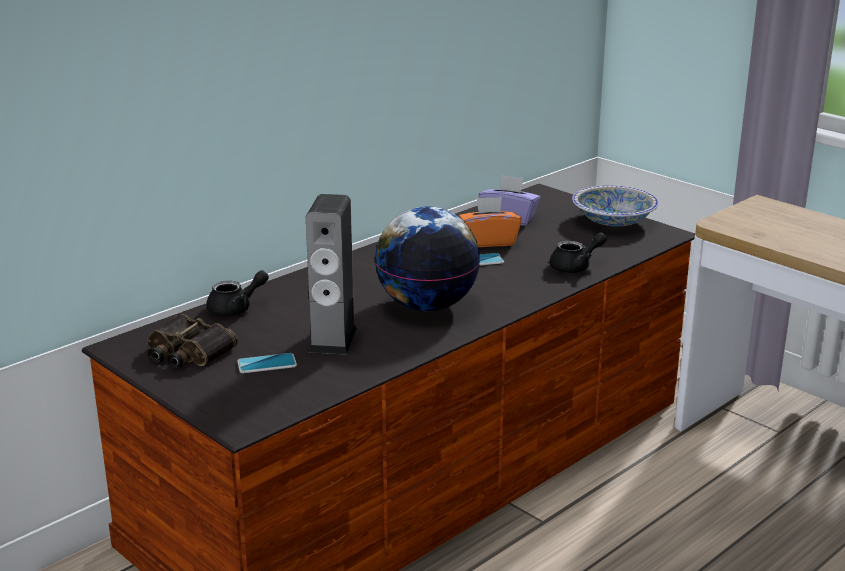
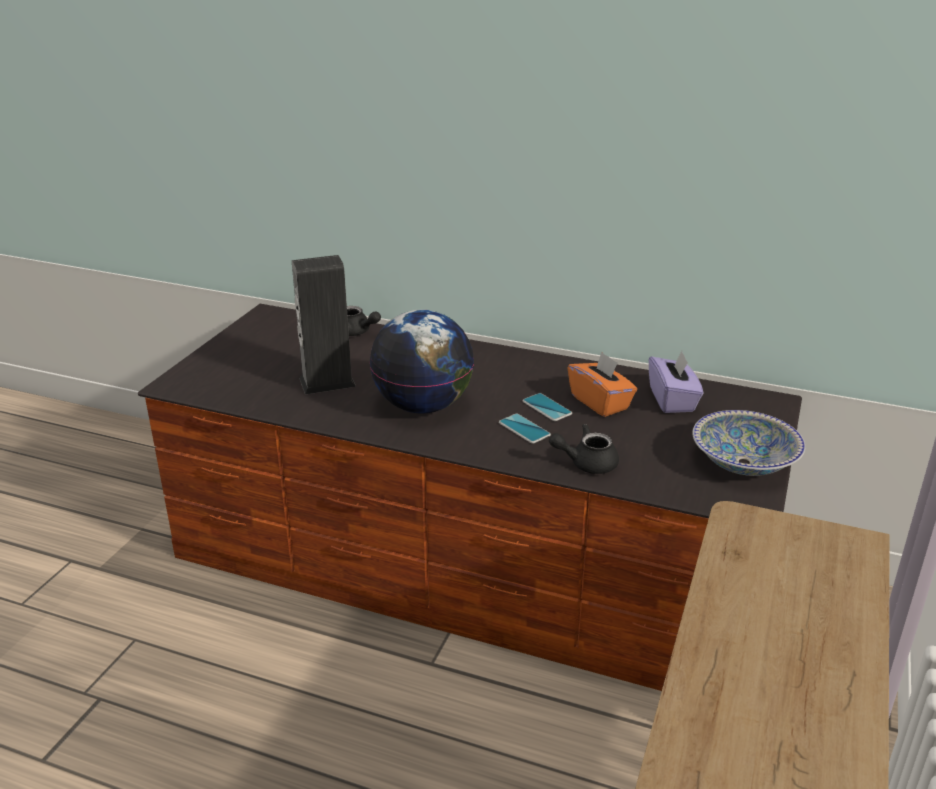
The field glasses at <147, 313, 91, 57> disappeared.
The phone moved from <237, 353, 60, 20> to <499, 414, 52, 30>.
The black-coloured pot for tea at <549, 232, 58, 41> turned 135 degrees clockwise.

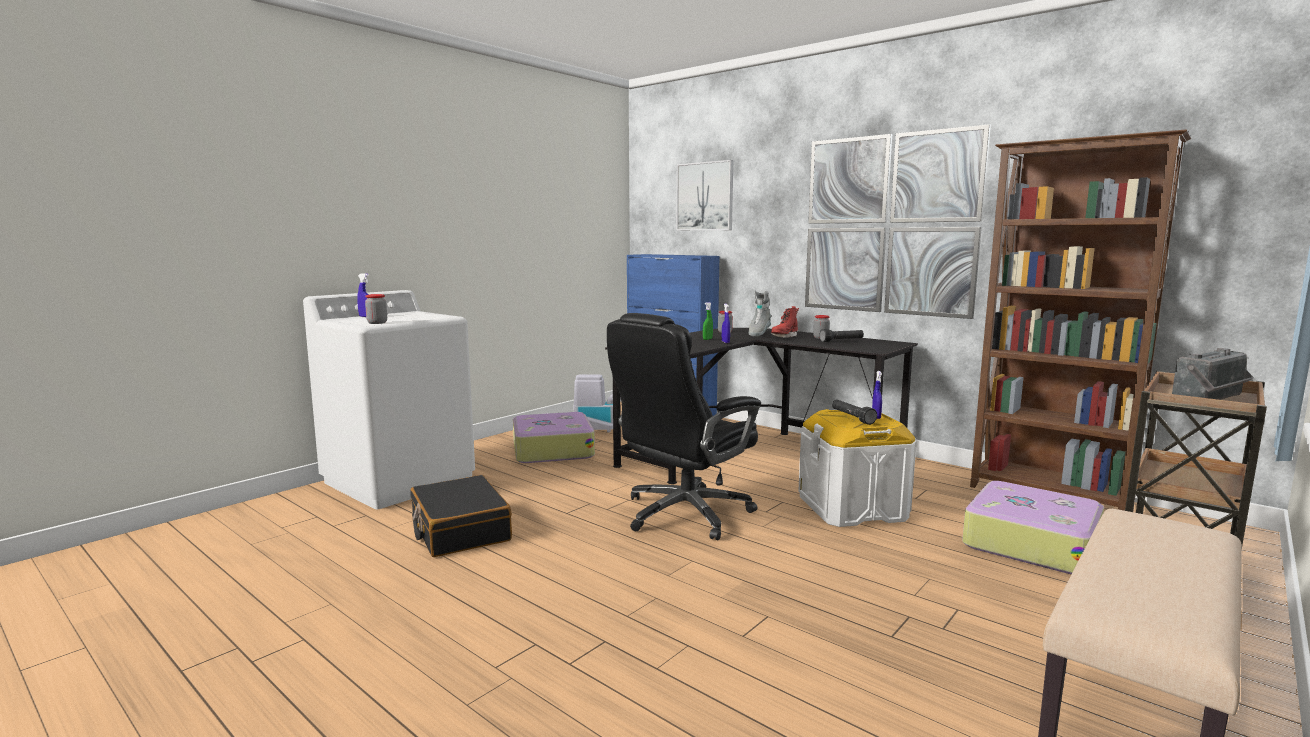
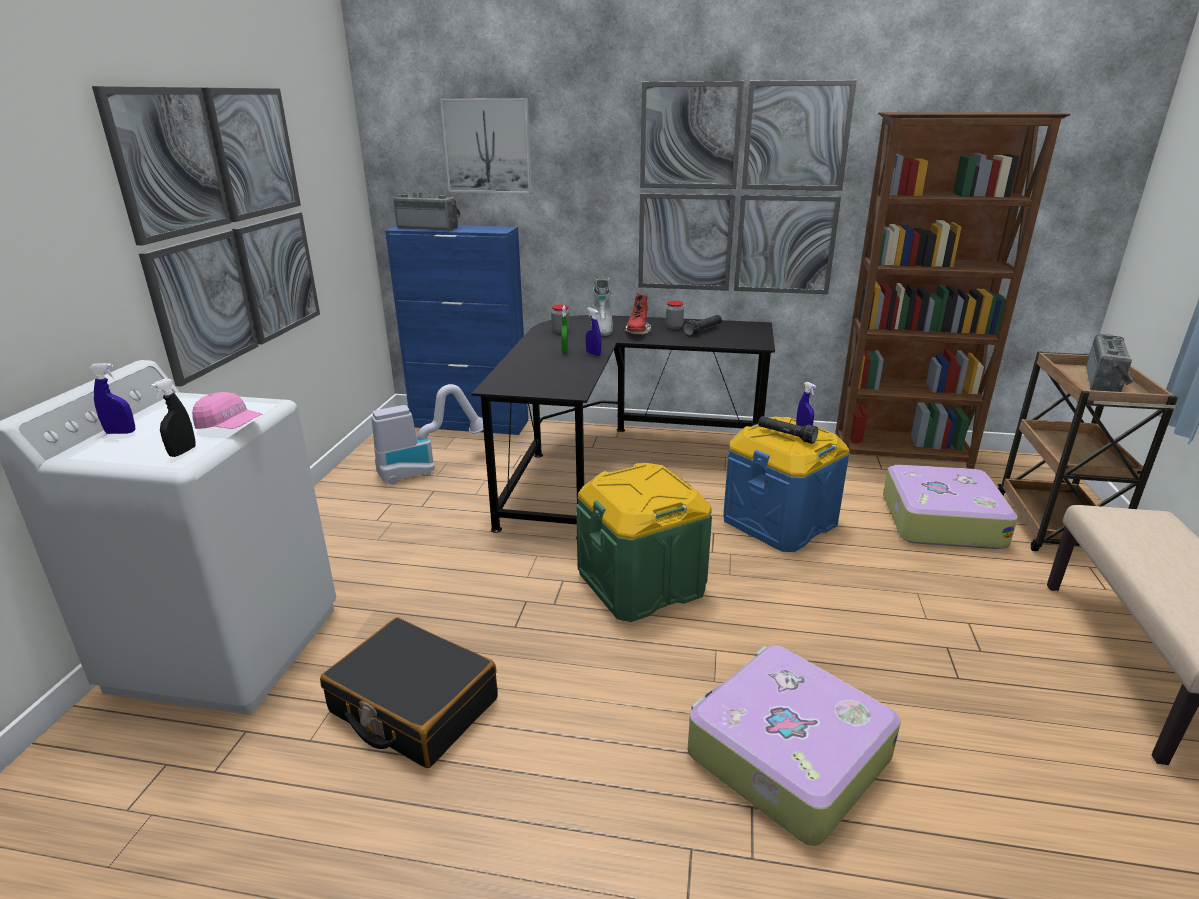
The picture at <92, 86, 228, 301> appeared.
The pink-coloured peaked cap at <192, 392, 70, 37> appeared.
The radio at <394, 192, 67, 39> appeared.
The piece of luggage moved from <513, 412, 82, 51> to <688, 645, 213, 201>.
The preserve jar at <365, 294, 22, 30> was replaced by the black-coloured hand sprayer at <150, 378, 46, 79>.
The black-coloured computer chair at <607, 313, 154, 227> was replaced by the green storage container at <576, 463, 136, 159>.
The whitish storage container at <798, 409, 118, 118> became the blue-coloured storage container at <723, 417, 127, 135>.

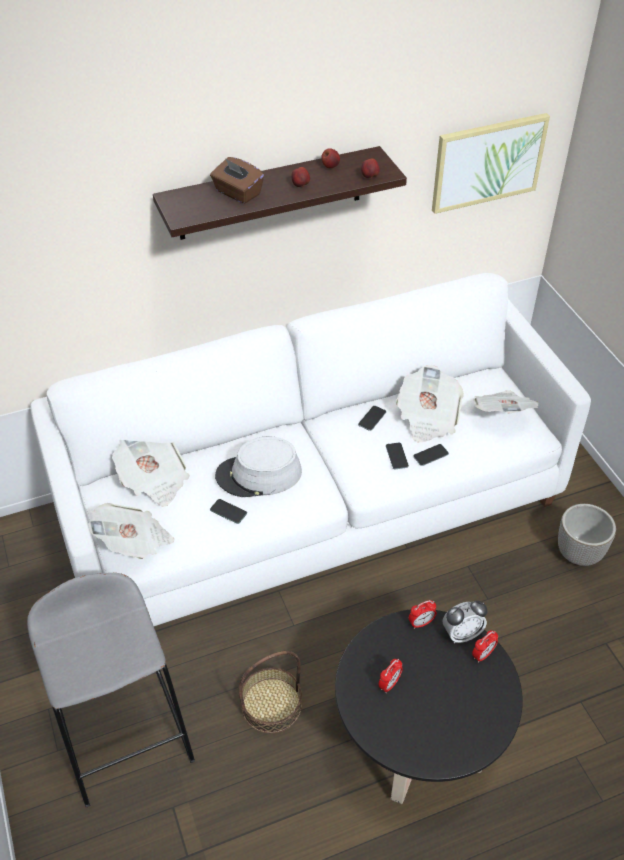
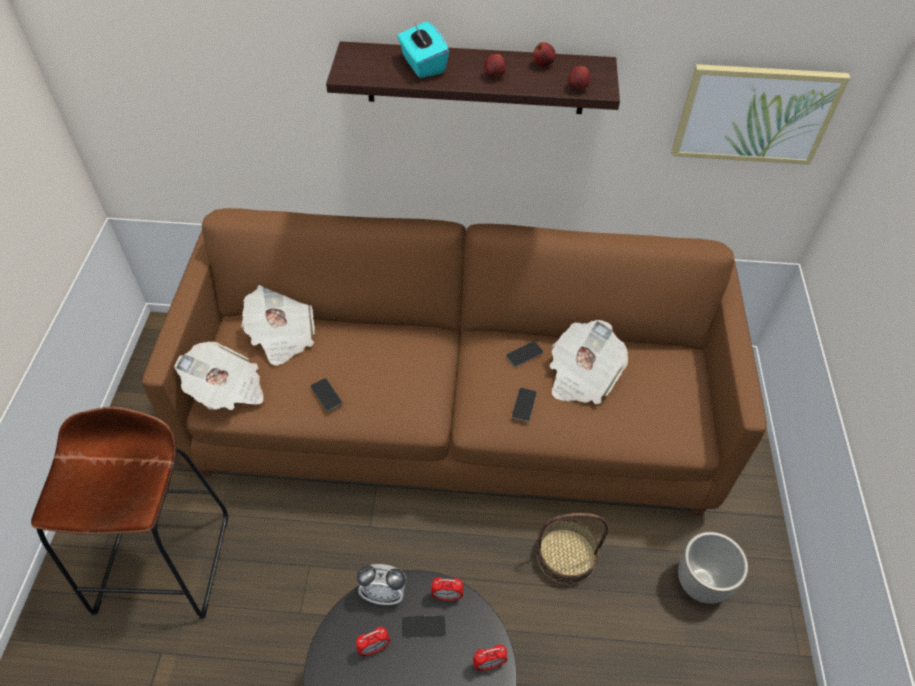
The greyish wearable hat at <215, 436, 87, 61> disappeared.
The daily paper at <473, 390, 66, 23> disappeared.
The storage basket moved from <239, 651, 63, 82> to <536, 513, 73, 72>.
The phone moved from <413, 444, 36, 22> to <402, 615, 44, 23>.
The table clock moved from <443, 601, 44, 42> to <357, 564, 49, 41>.
The greyish stool at <27, 573, 168, 235> became the brown stool at <31, 407, 198, 212>.
The whitish sofa at <30, 273, 561, 353> became the brown sofa at <142, 208, 625, 307>.
The brown box of tissues at <210, 157, 54, 47> became the blue-green box of tissues at <397, 21, 52, 57>.

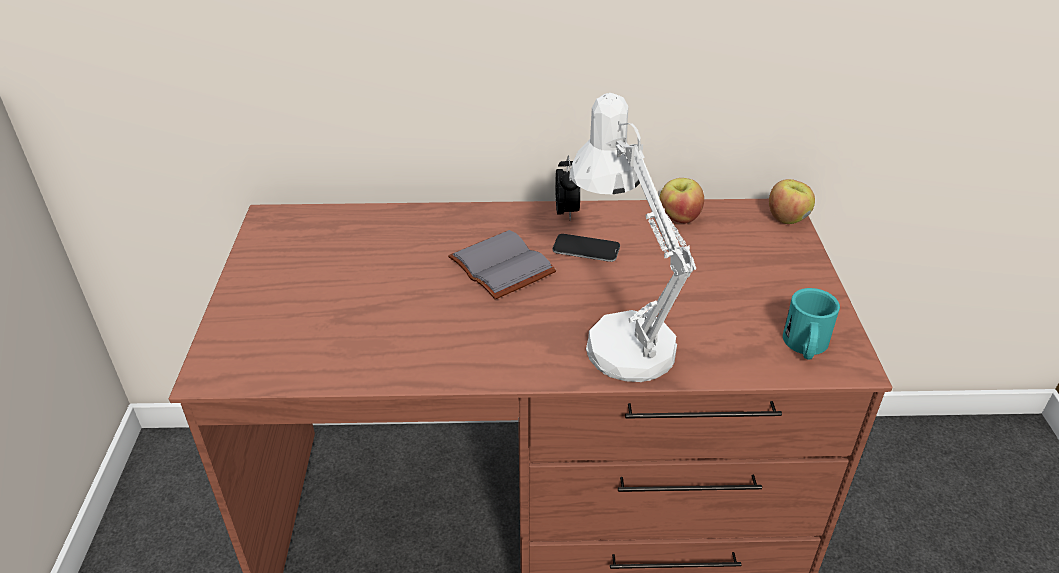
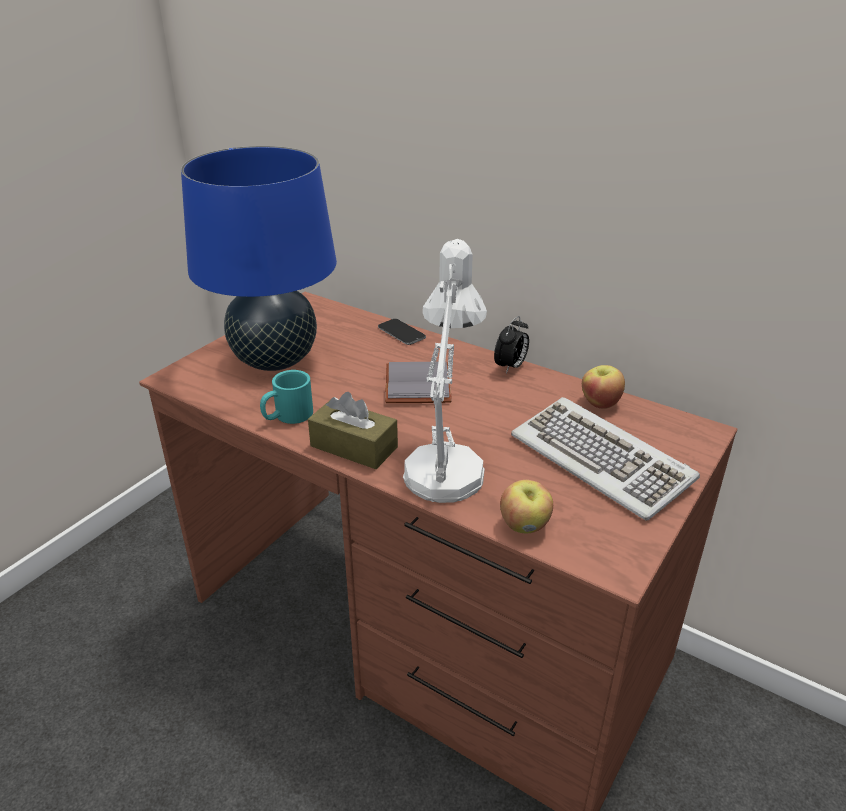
The blue-coloured tabletop lamp at <181, 146, 156, 225> appeared.
The brown box of tissues at <308, 392, 90, 77> appeared.
The keyboard at <511, 397, 189, 123> appeared.
The phone moved from <553, 234, 67, 28> to <378, 319, 48, 26>.
The whole apple moved from <769, 179, 46, 45> to <500, 480, 53, 53>.
The blue-green tea mug moved from <783, 288, 57, 71> to <260, 370, 53, 54>.

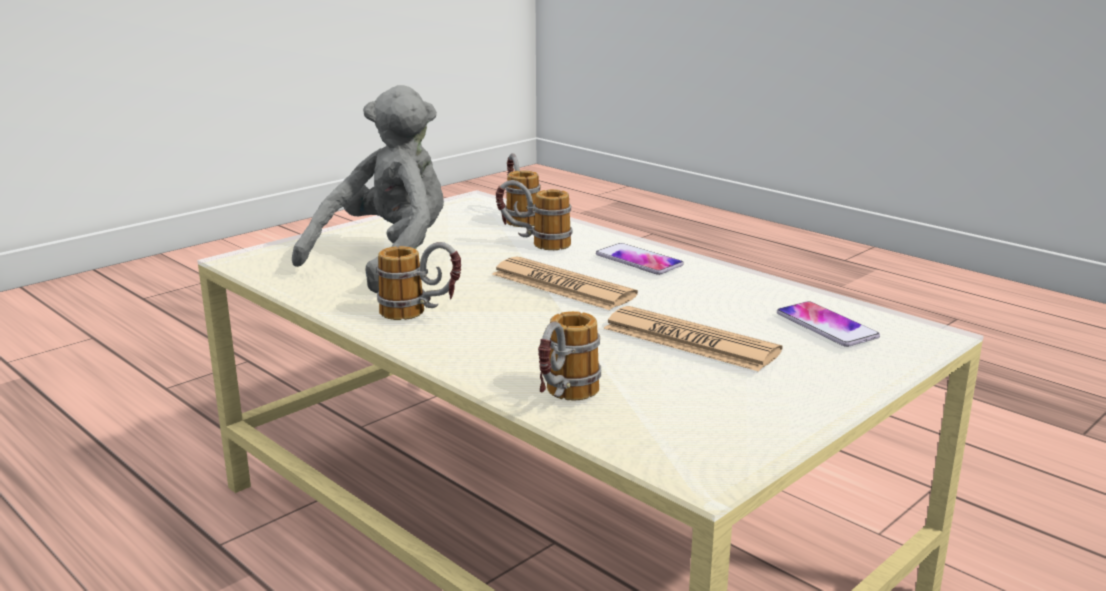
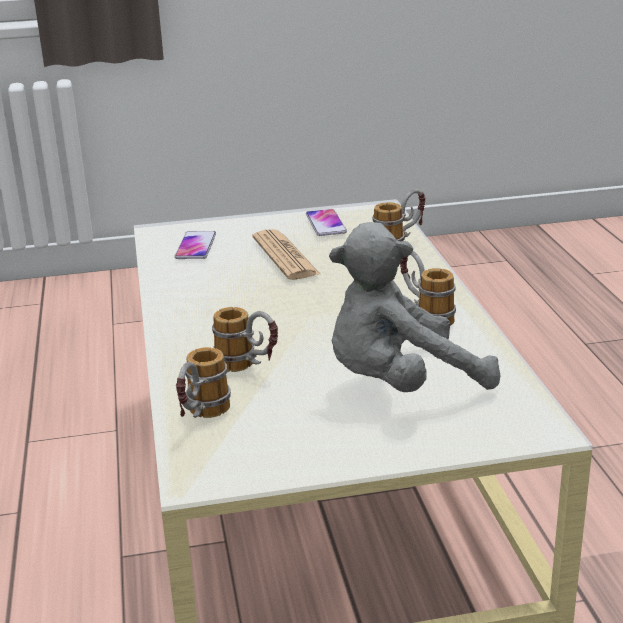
The daily paper at <492, 257, 146, 53> disappeared.
The phone moved from <596, 243, 88, 32> to <306, 209, 41, 27>.

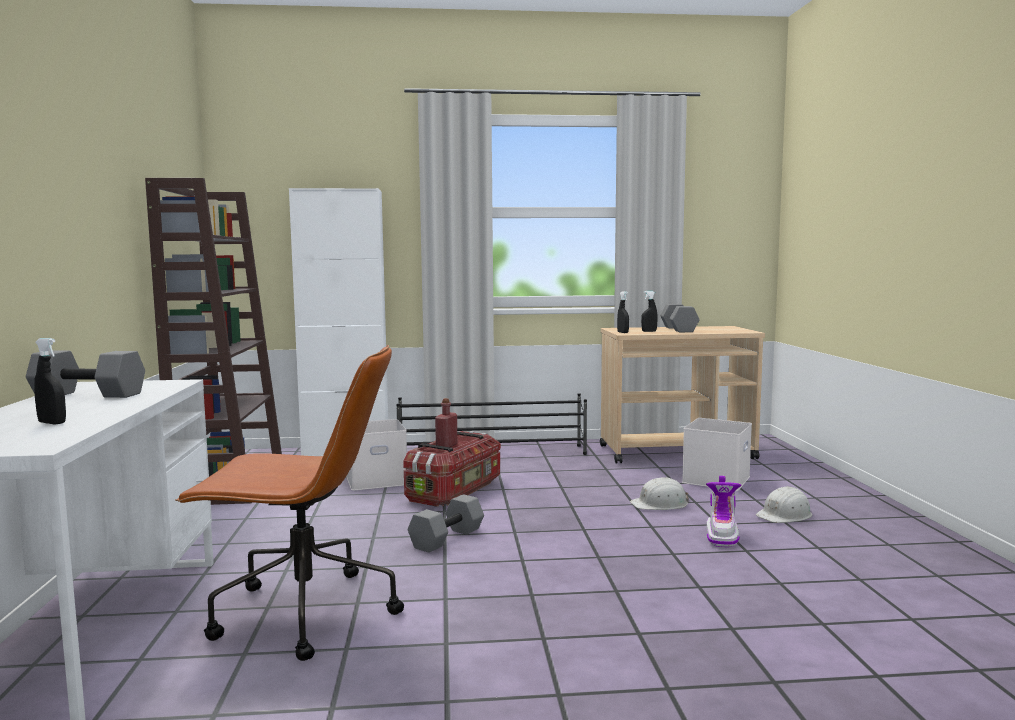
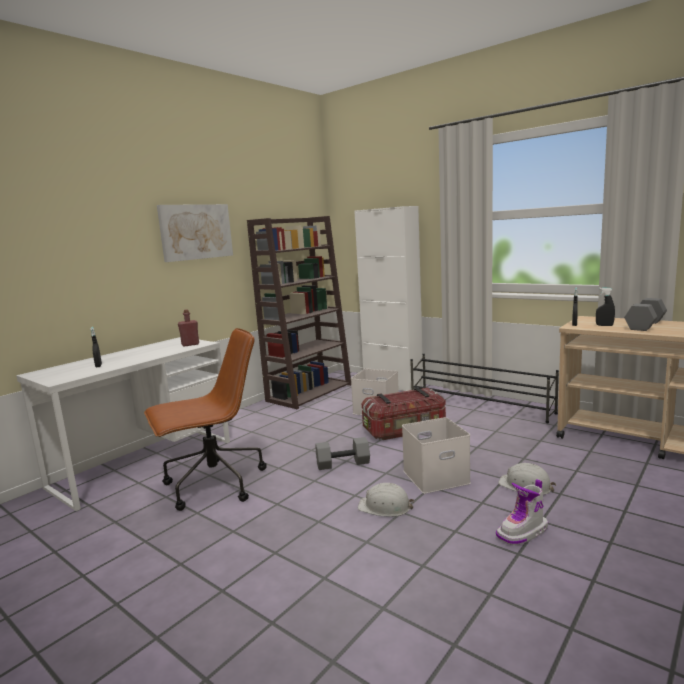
The greyish dumbbell at <26, 350, 119, 48> disappeared.
The picture at <157, 204, 76, 58> appeared.
The red-coloured beverage bottle moved from <435, 398, 22, 49> to <178, 309, 21, 38>.
The whitish storage container moved from <682, 418, 70, 73> to <402, 417, 69, 77>.
The whitish safety helmet moved from <756, 486, 56, 37> to <358, 483, 56, 34>.
The brown computer chair at <175, 345, 229, 316> turned 75 degrees counterclockwise.

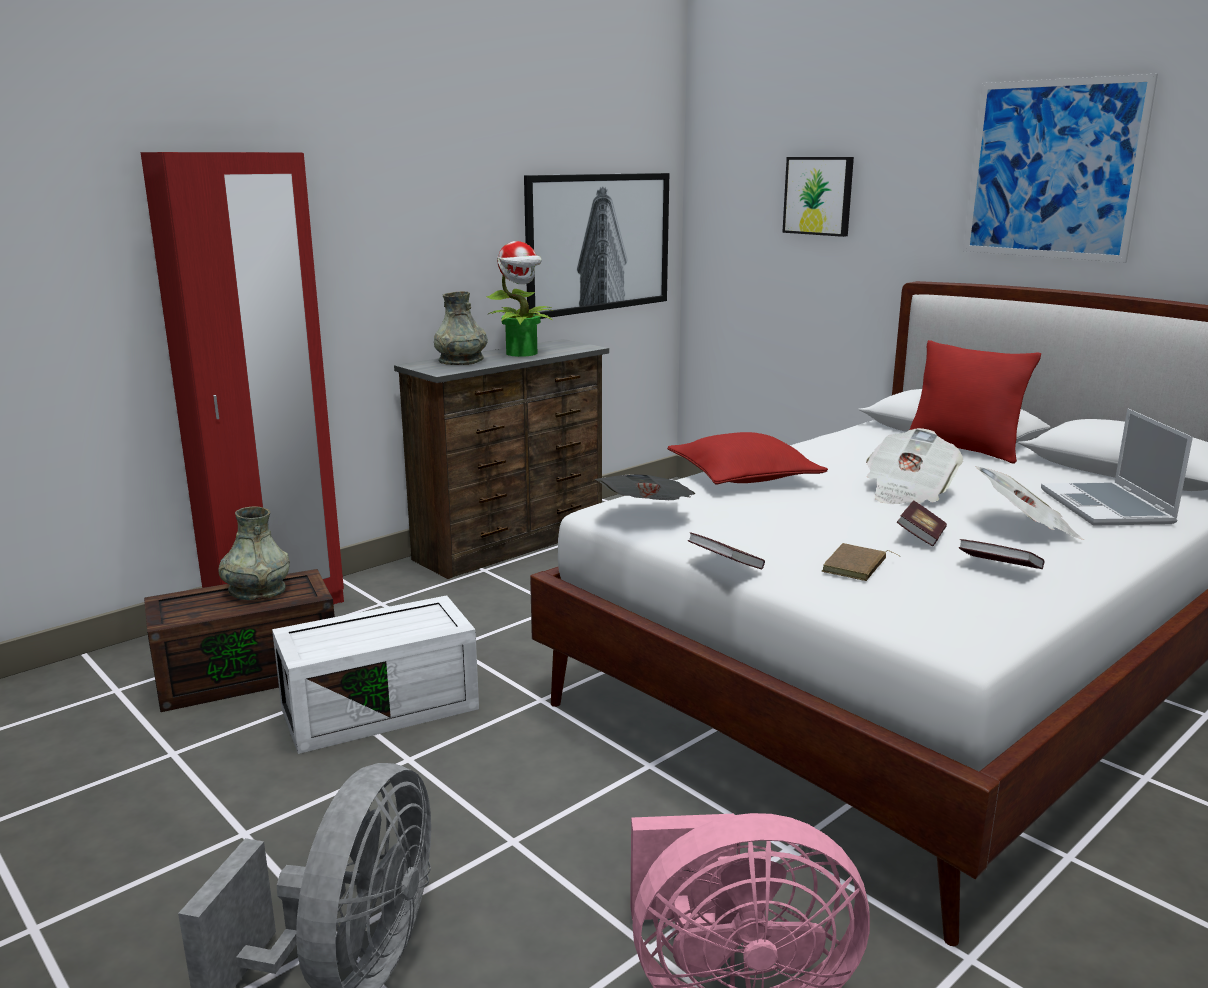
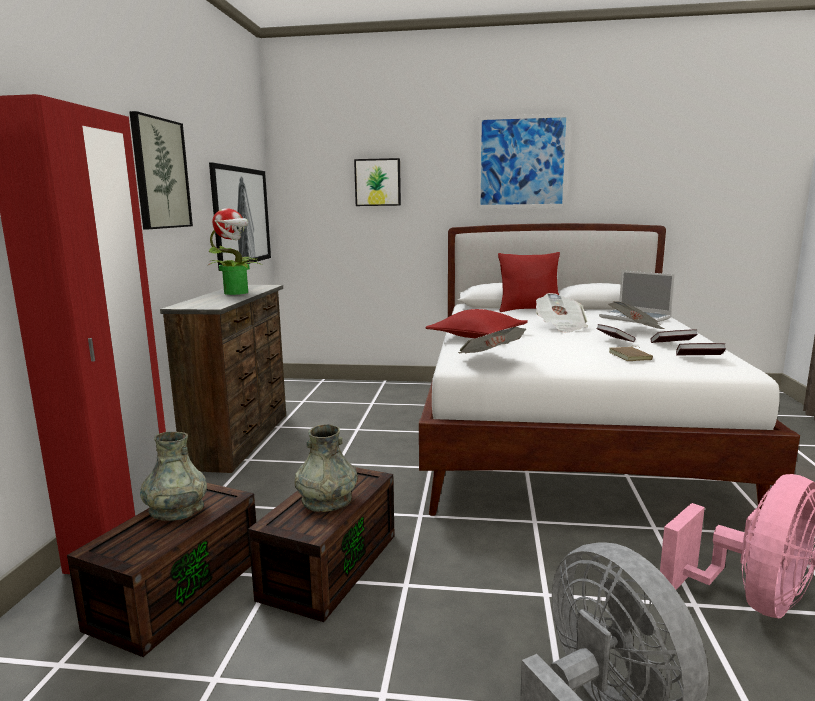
The picture at <129, 111, 64, 118> appeared.
The greyish decorative vase moved from <434, 291, 54, 74> to <295, 424, 63, 88>.
The bound book moved from <688, 532, 77, 37> to <676, 343, 50, 12>.
The whitish storage container at <272, 595, 207, 159> became the brown storage container at <248, 467, 147, 155>.

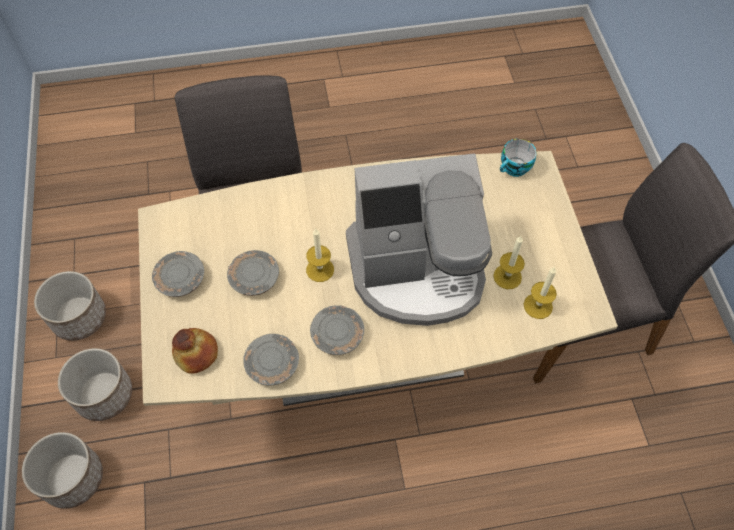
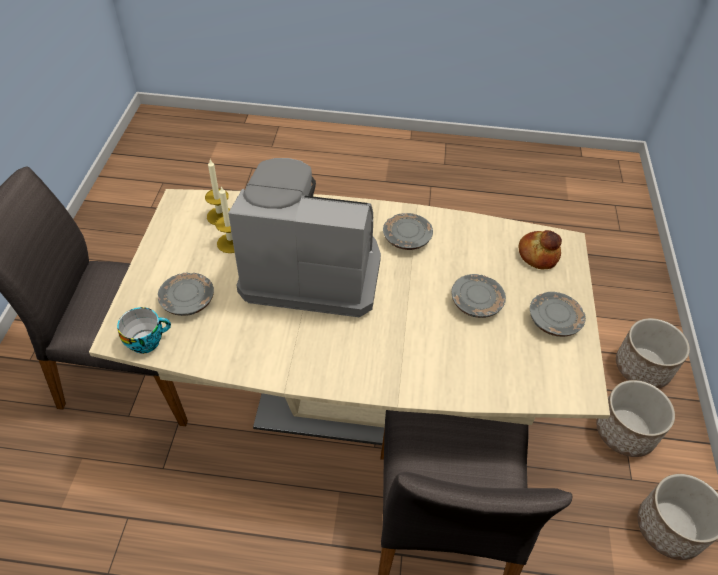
The wax light at <306, 229, 28, 53> disappeared.
The greyish dinner plate moved from <243, 334, 56, 52> to <158, 273, 56, 43>.

